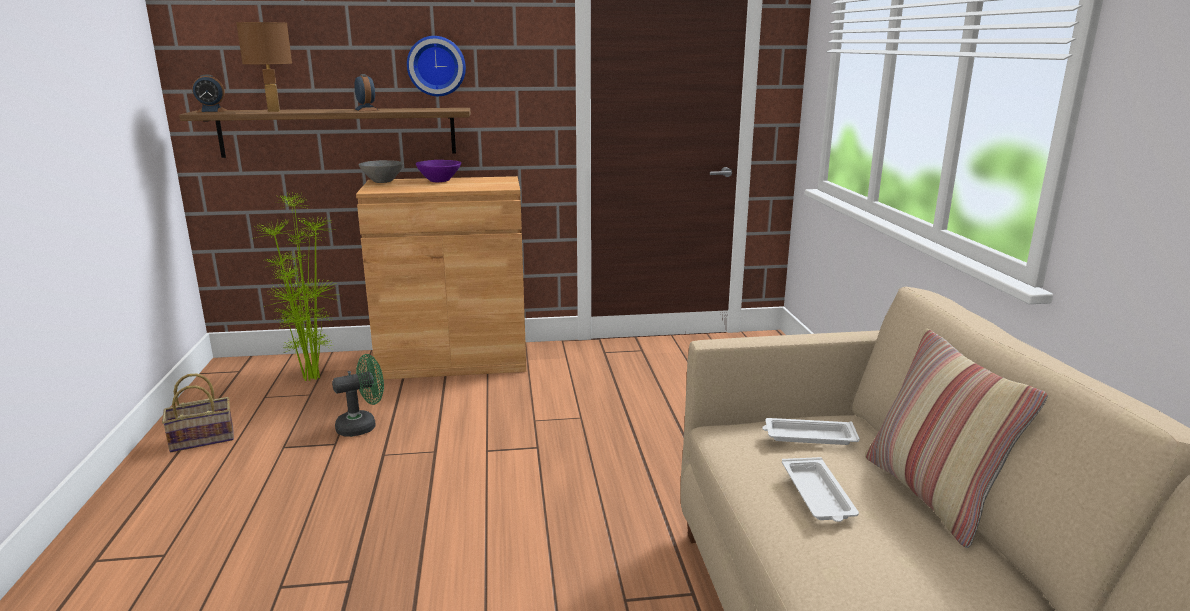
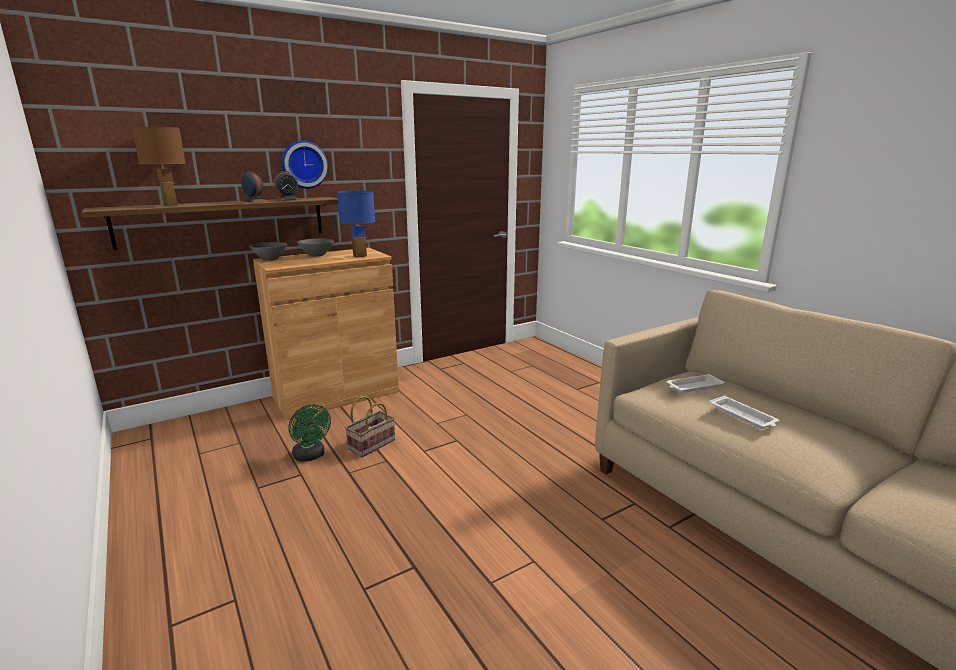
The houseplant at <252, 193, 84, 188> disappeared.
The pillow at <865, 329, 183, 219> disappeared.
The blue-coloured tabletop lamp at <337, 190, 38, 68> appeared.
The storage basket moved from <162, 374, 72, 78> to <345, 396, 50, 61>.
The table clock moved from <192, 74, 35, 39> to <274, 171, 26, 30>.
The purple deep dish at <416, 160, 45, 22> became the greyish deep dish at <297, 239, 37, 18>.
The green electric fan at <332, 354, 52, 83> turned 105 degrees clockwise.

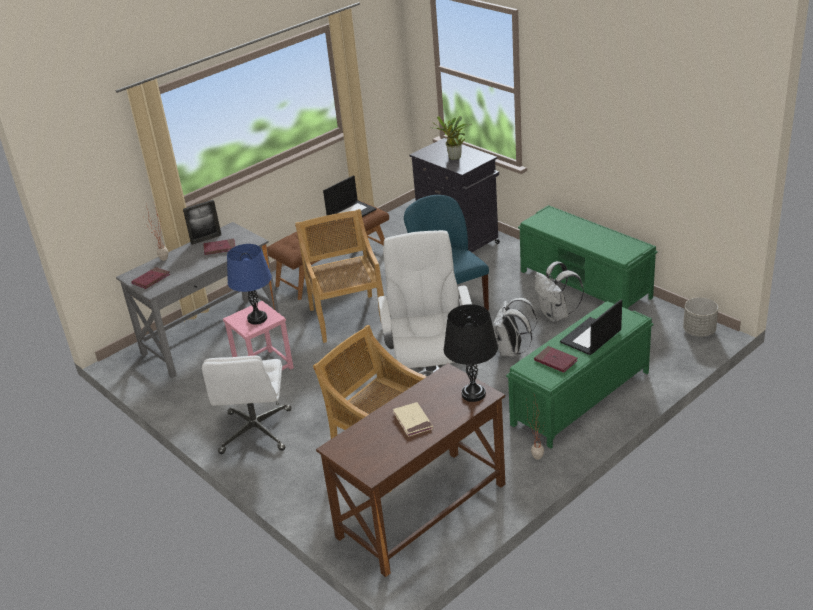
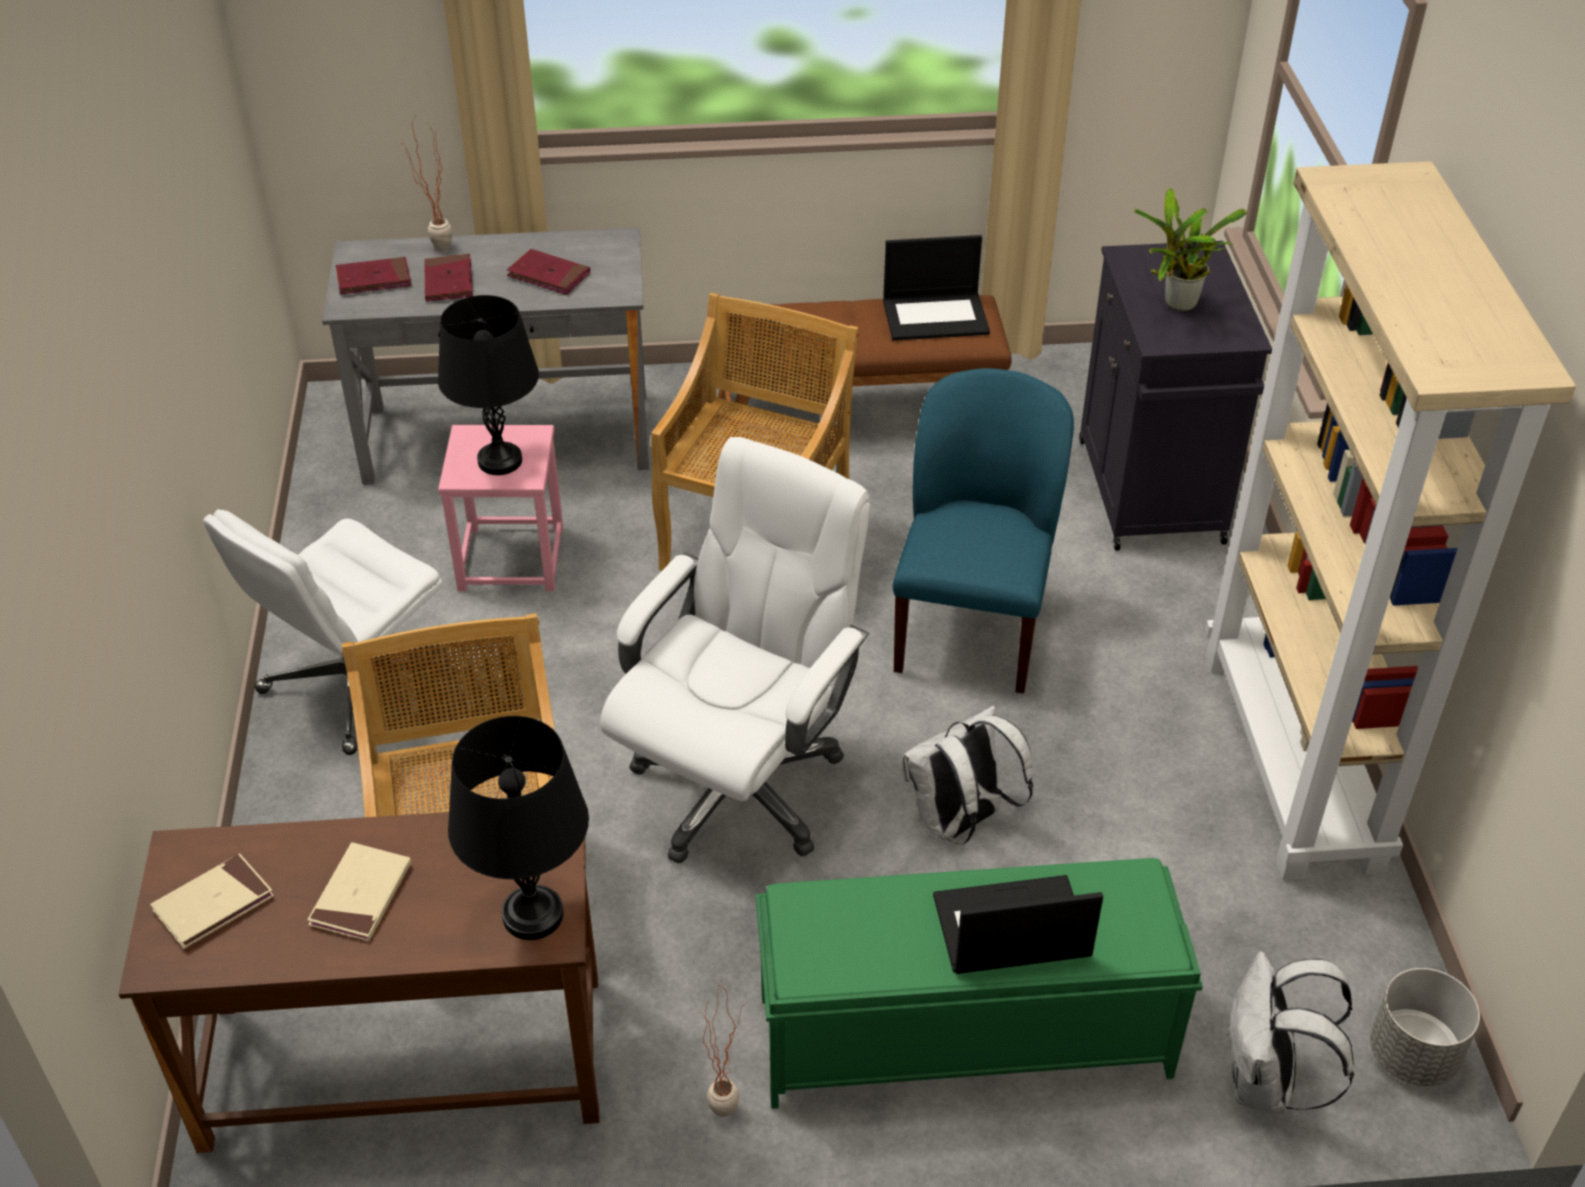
The photo frame at <183, 200, 38, 45> disappeared.
The beige bound book at <150, 853, 124, 96> appeared.
The whitish backpack moved from <534, 261, 50, 61> to <1227, 951, 127, 162>.
The red-coloured bound book moved from <534, 346, 44, 27> to <424, 254, 49, 48>.
The green long seat at <518, 205, 140, 104> was replaced by the beige bookcase at <1205, 161, 371, 720>.
The blue-coloured tabletop lamp at <227, 244, 45, 81> became the black-coloured tabletop lamp at <438, 295, 101, 180>.

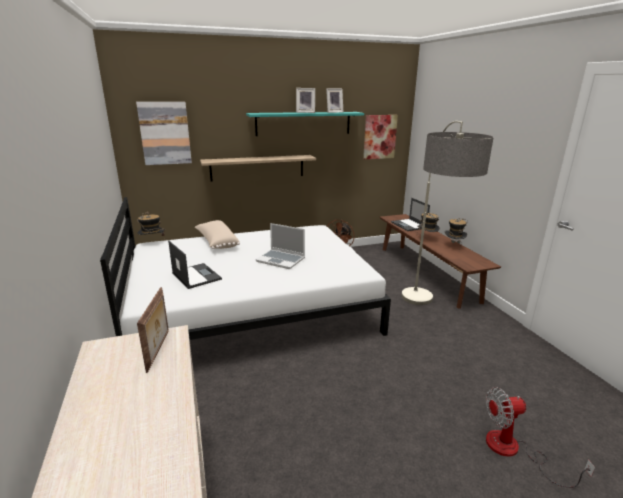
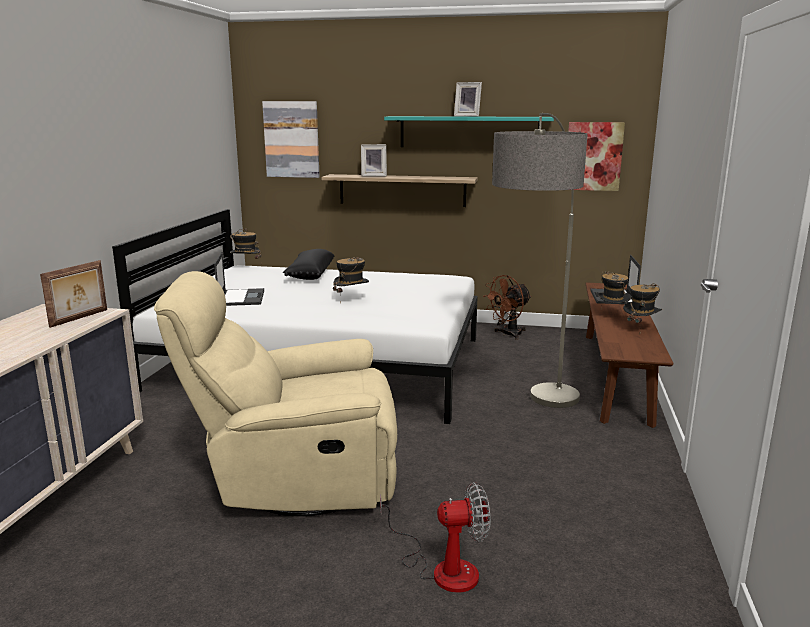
The beige lounge chair at <154, 271, 243, 245> appeared.
The photo frame moved from <326, 88, 17, 25> to <361, 144, 26, 33>.
The portable computer at <255, 223, 50, 46> was replaced by the wearable hat at <333, 257, 36, 47>.
The beige pillow at <195, 220, 45, 29> became the black-coloured pillow at <283, 249, 52, 31>.
The electric fan at <486, 387, 109, 101> turned 150 degrees clockwise.

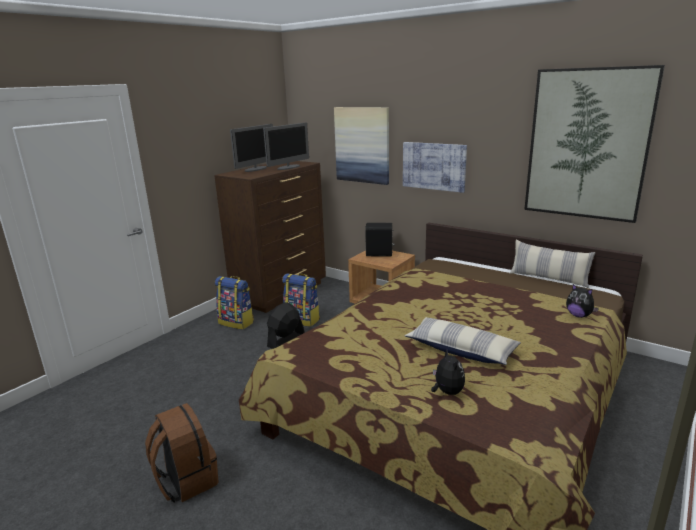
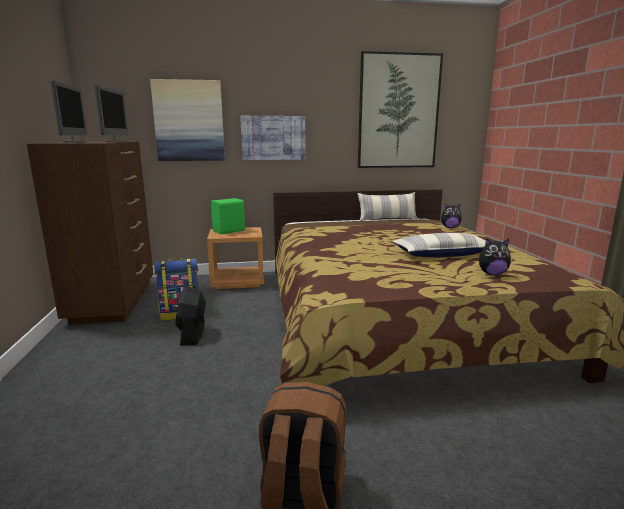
The backpack at <215, 276, 39, 54> disappeared.
The black-coloured audio speaker at <365, 223, 29, 33> became the green audio speaker at <211, 198, 34, 36>.
The plush toy at <431, 349, 34, 46> turned 150 degrees clockwise.

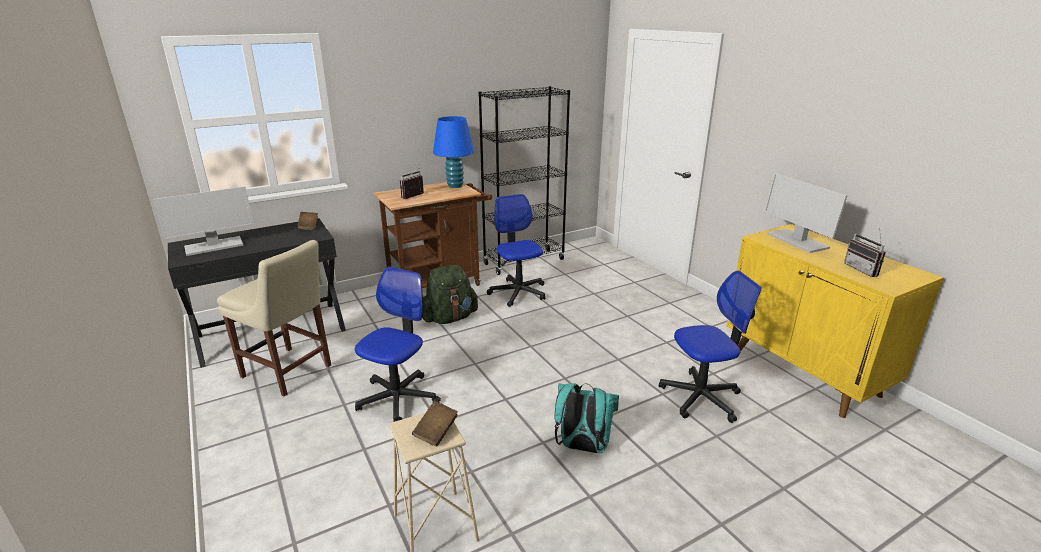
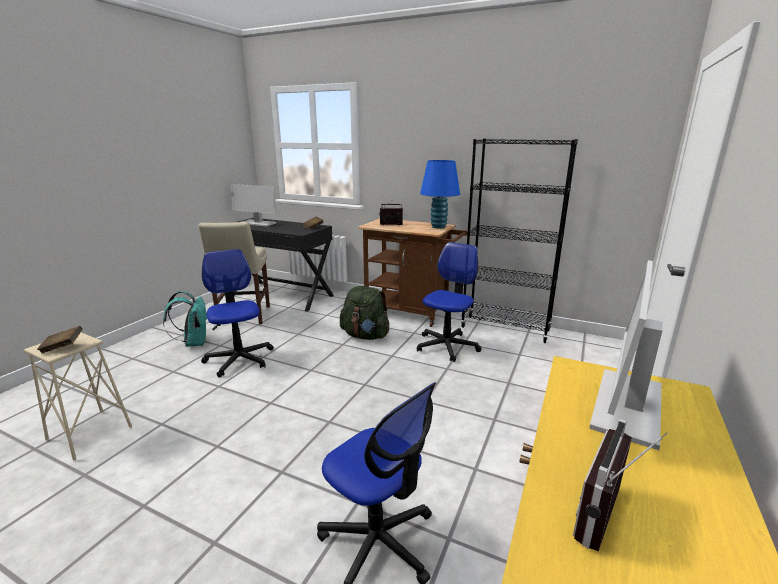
The blue-green backpack moved from <554, 383, 65, 70> to <163, 291, 45, 56>.
The computer chair at <355, 267, 86, 155> turned 105 degrees counterclockwise.

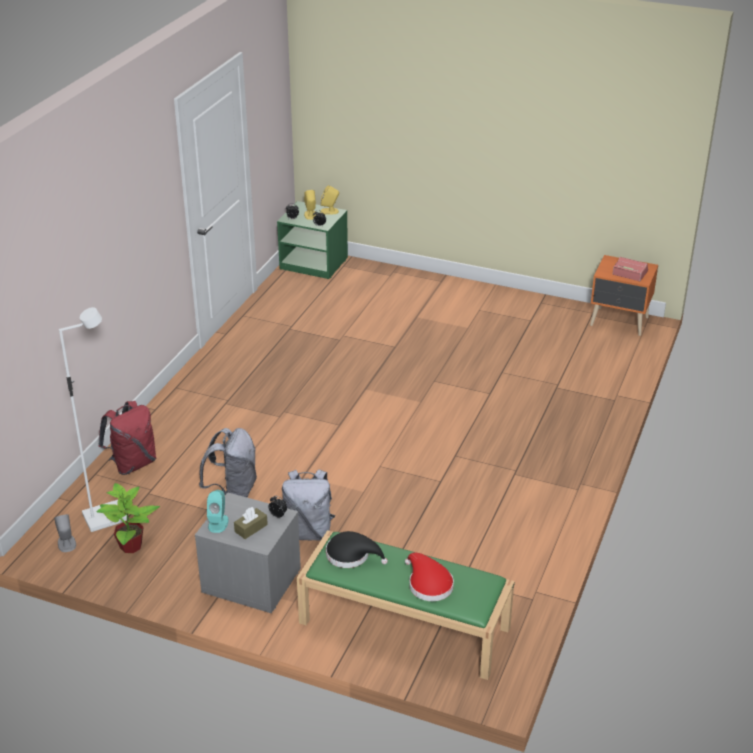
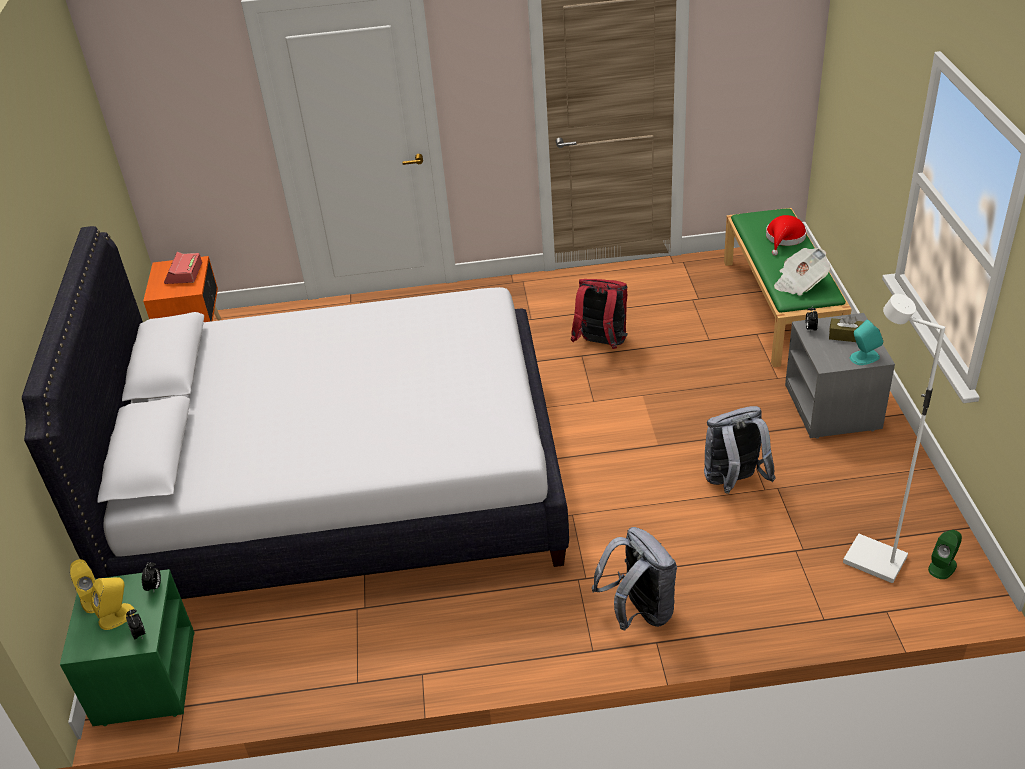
The houseplant at <96, 483, 64, 70> disappeared.
The whitish sleeping bed at <22, 226, 547, 373> appeared.
The red-coloured backpack moved from <99, 401, 58, 74> to <571, 279, 57, 70>.
The greyish backpack moved from <282, 469, 53, 71> to <592, 527, 85, 103>.
The black-coloured wearable hat at <326, 531, 62, 37> was replaced by the daily paper at <774, 248, 56, 48>.
The greyish audio speaker at <54, 514, 22, 38> became the green audio speaker at <928, 530, 34, 49>.

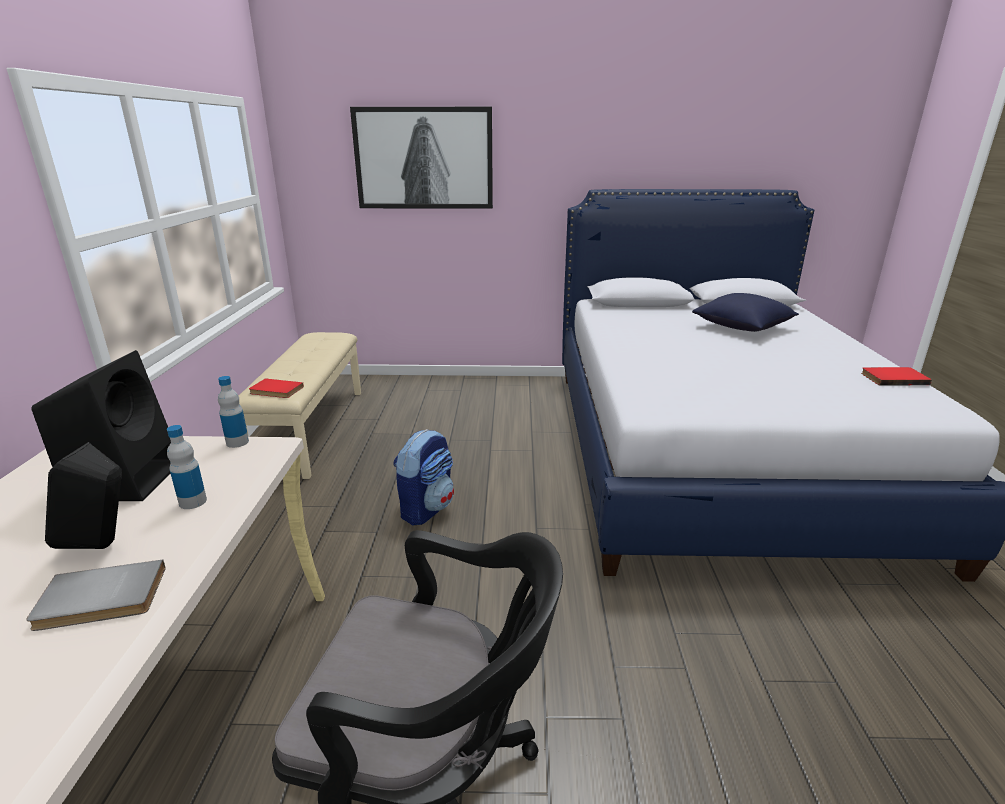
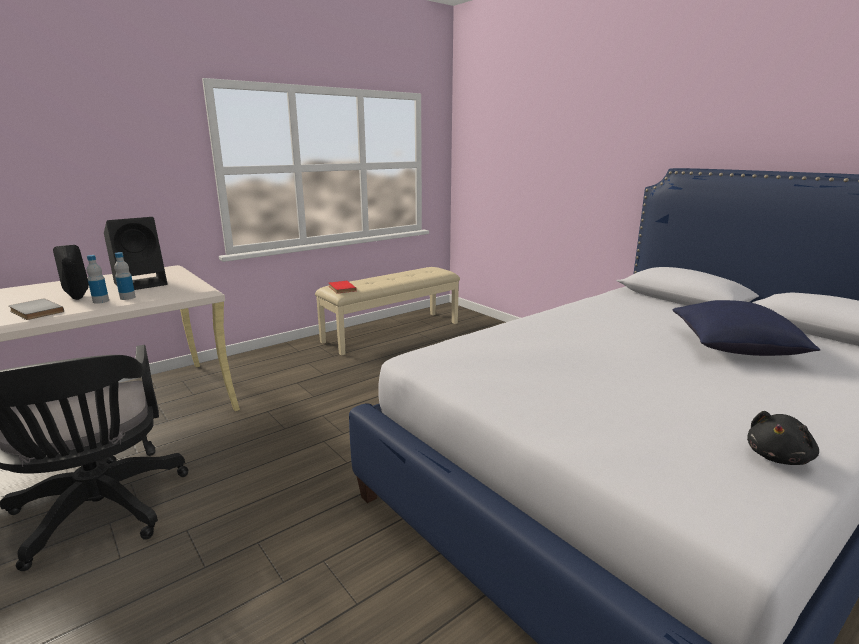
The picture at <350, 107, 143, 102> disappeared.
The backpack at <393, 429, 61, 96> disappeared.
The beverage bottle moved from <218, 376, 31, 72> to <87, 255, 22, 49>.
The red-coloured bound book at <861, 367, 71, 19> was replaced by the black-coloured plush toy at <747, 411, 72, 54>.

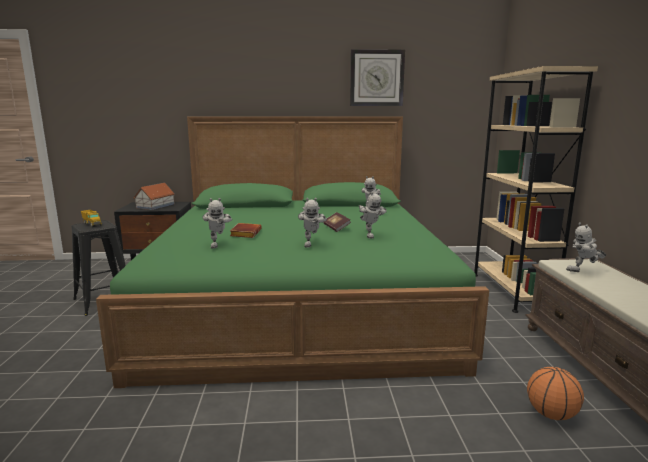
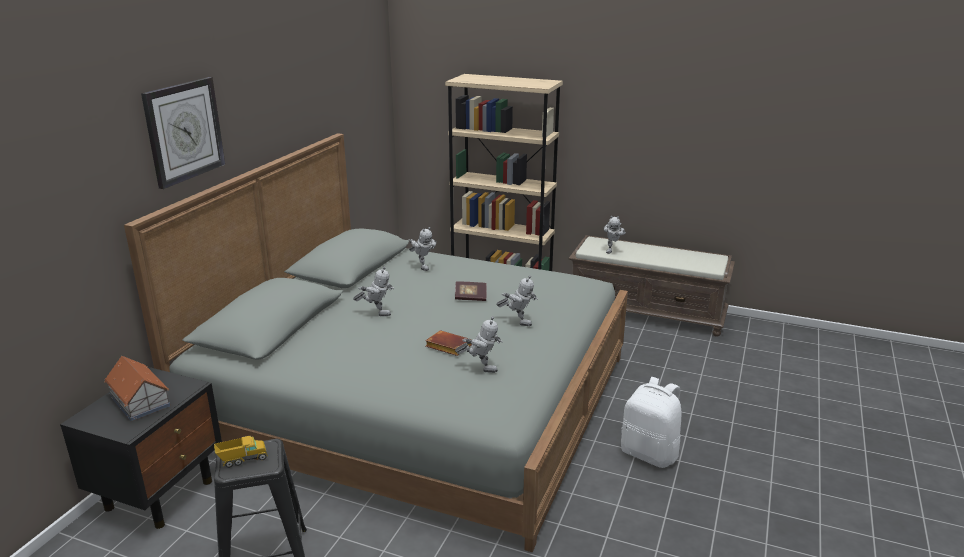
The basketball ball at <527, 367, 57, 53> disappeared.
The whitish backpack at <621, 377, 61, 91> appeared.
The wall clock moved from <350, 49, 55, 57> to <141, 77, 84, 112>.
The model robot moved from <359, 192, 28, 47> to <353, 266, 41, 50>.
The green sleeping bed at <96, 117, 393, 271> became the greyish sleeping bed at <124, 133, 504, 419>.

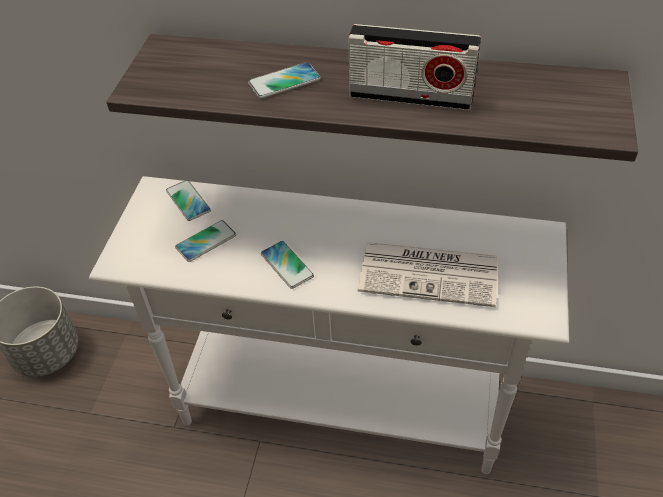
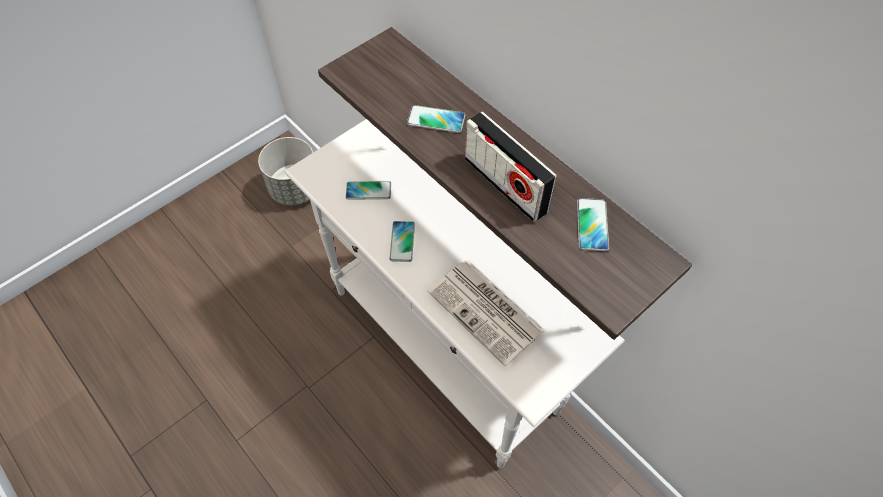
The phone moved from <166, 180, 45, 41> to <577, 198, 32, 53>.

